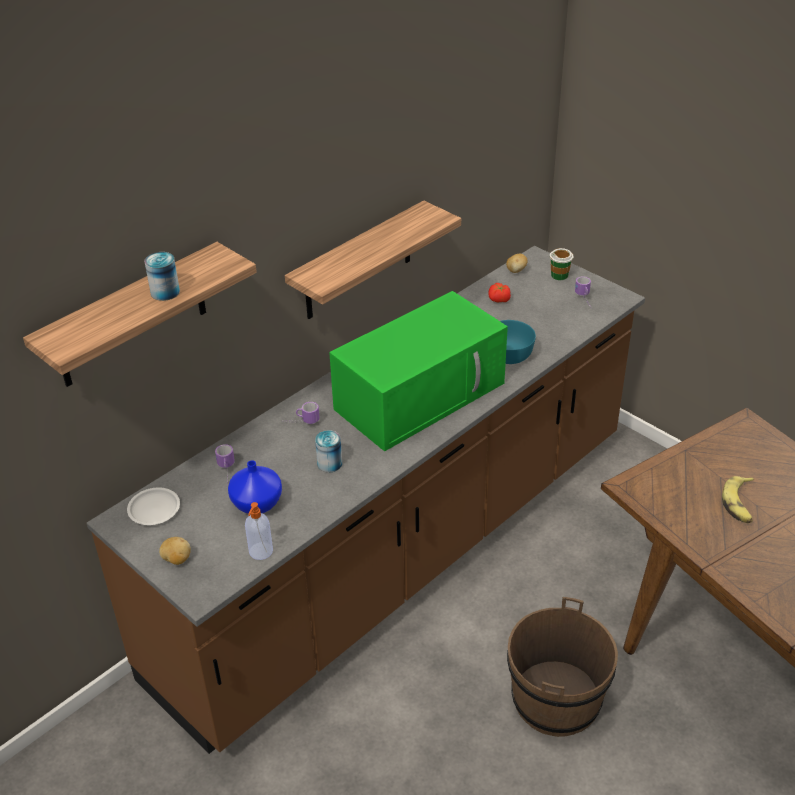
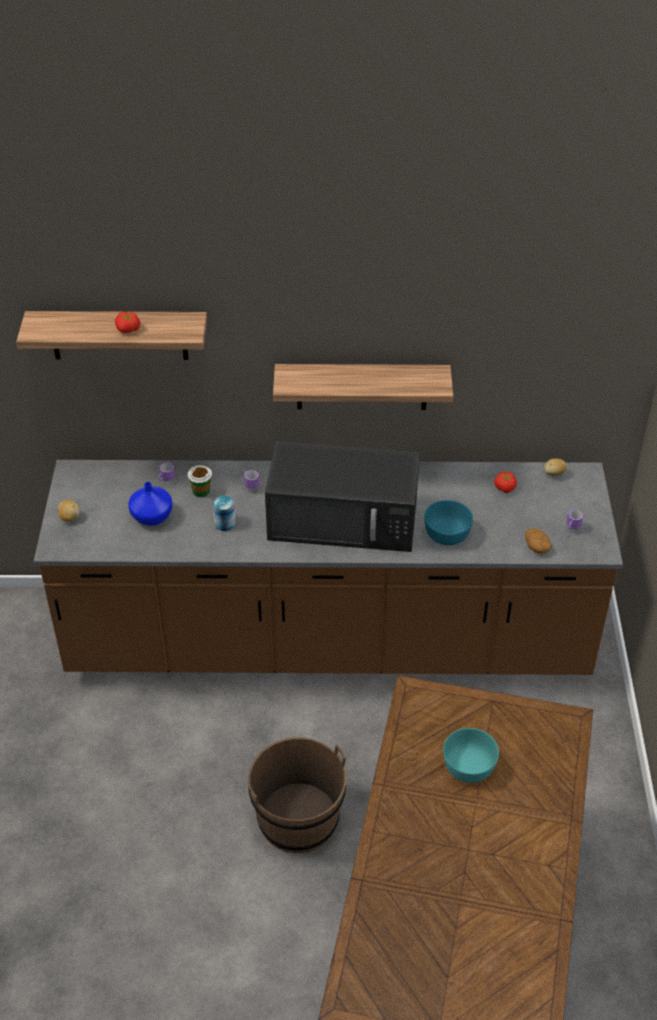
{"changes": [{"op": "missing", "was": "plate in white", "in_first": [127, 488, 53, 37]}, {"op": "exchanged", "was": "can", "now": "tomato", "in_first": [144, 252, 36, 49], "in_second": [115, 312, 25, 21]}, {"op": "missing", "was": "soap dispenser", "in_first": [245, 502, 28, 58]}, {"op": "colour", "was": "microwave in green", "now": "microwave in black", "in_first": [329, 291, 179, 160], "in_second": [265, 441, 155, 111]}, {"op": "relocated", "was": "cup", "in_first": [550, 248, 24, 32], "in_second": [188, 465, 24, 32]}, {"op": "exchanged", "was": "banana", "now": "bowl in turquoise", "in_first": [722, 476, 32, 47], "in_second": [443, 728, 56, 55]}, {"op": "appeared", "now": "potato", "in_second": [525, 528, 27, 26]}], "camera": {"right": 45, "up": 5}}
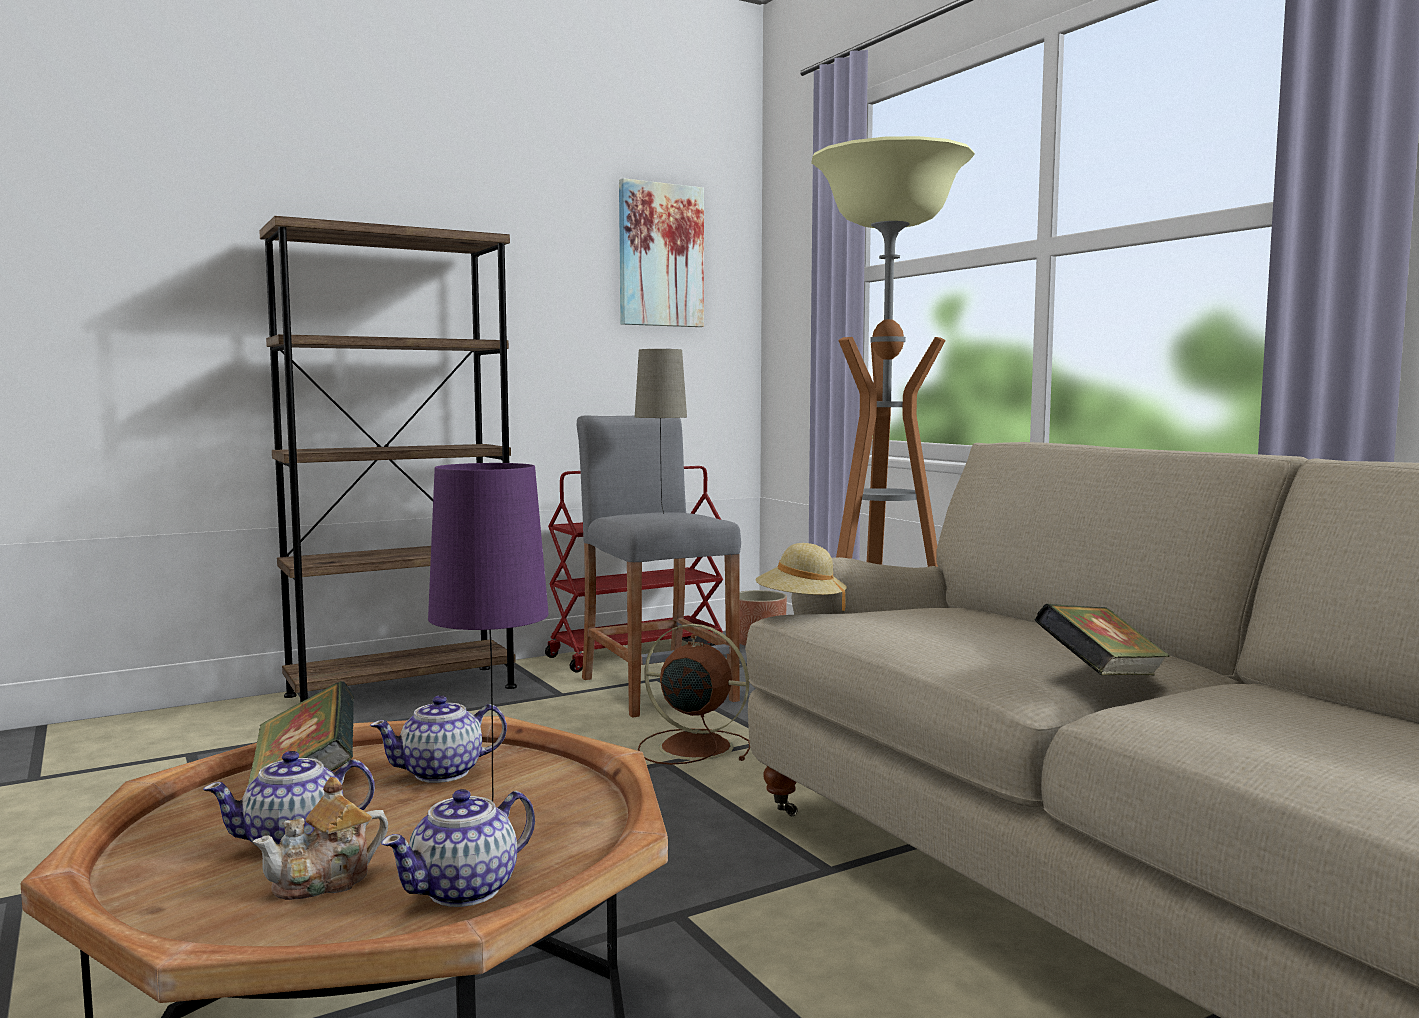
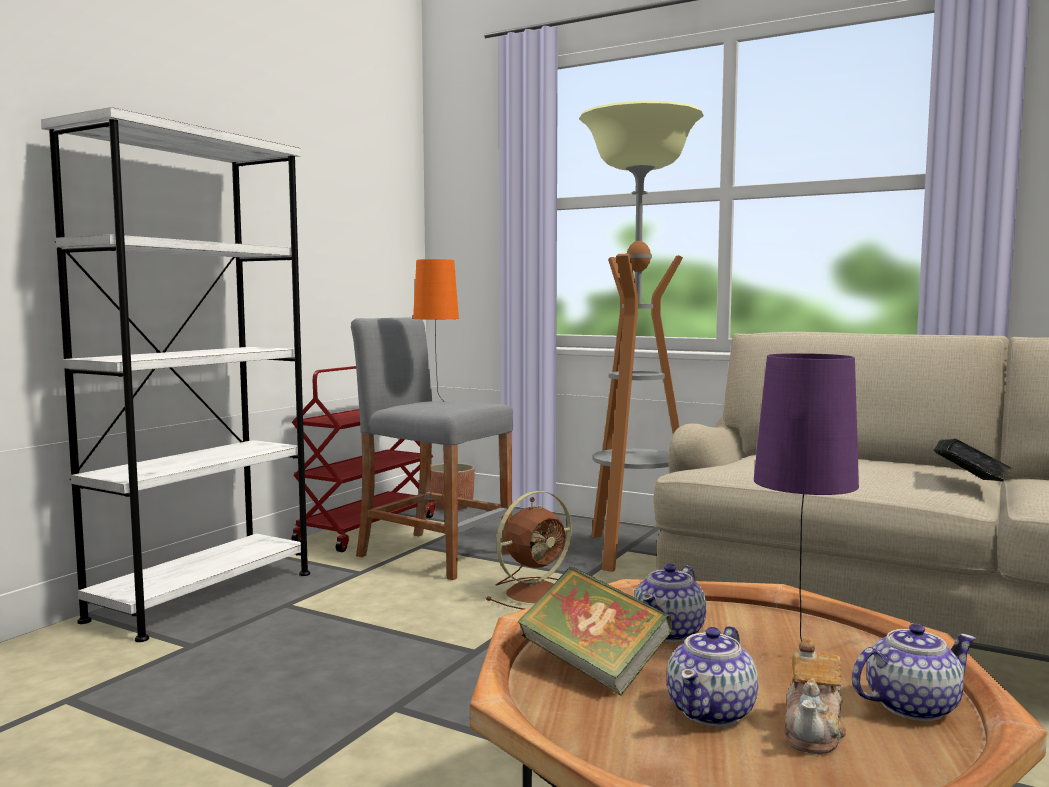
{"changes": [{"op": "colour", "was": "bookcase in brown", "now": "bookcase in white", "in_first": [259, 216, 258, 487], "in_second": [41, 107, 269, 535]}, {"op": "spun", "was": "teapot", "in_first": [381, 789, 154, 118], "in_second": [852, 623, 124, 98], "clockwise": -120}, {"op": "missing", "was": "picture", "in_first": [619, 178, 85, 149]}, {"op": "colour", "was": "table lamp in beige", "now": "table lamp in orange", "in_first": [635, 349, 52, 164], "in_second": [413, 259, 46, 141]}, {"op": "spun", "was": "fan in brown", "in_first": [638, 624, 112, 141], "in_second": [486, 491, 86, 119], "clockwise": 150}, {"op": "missing", "was": "hat in beige", "in_first": [756, 543, 91, 68]}], "camera": {"right": -30, "up": 0}}
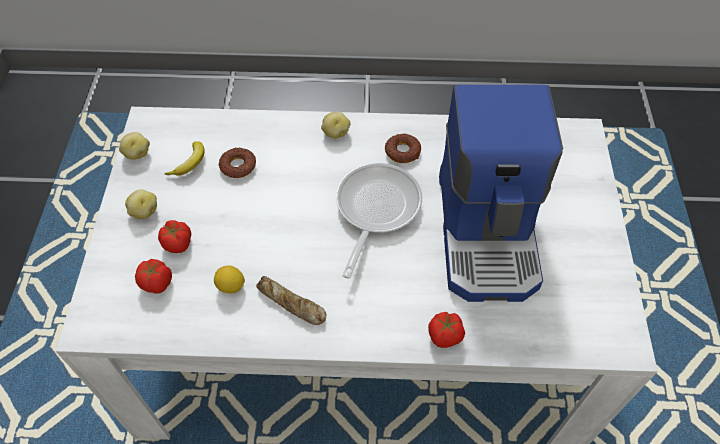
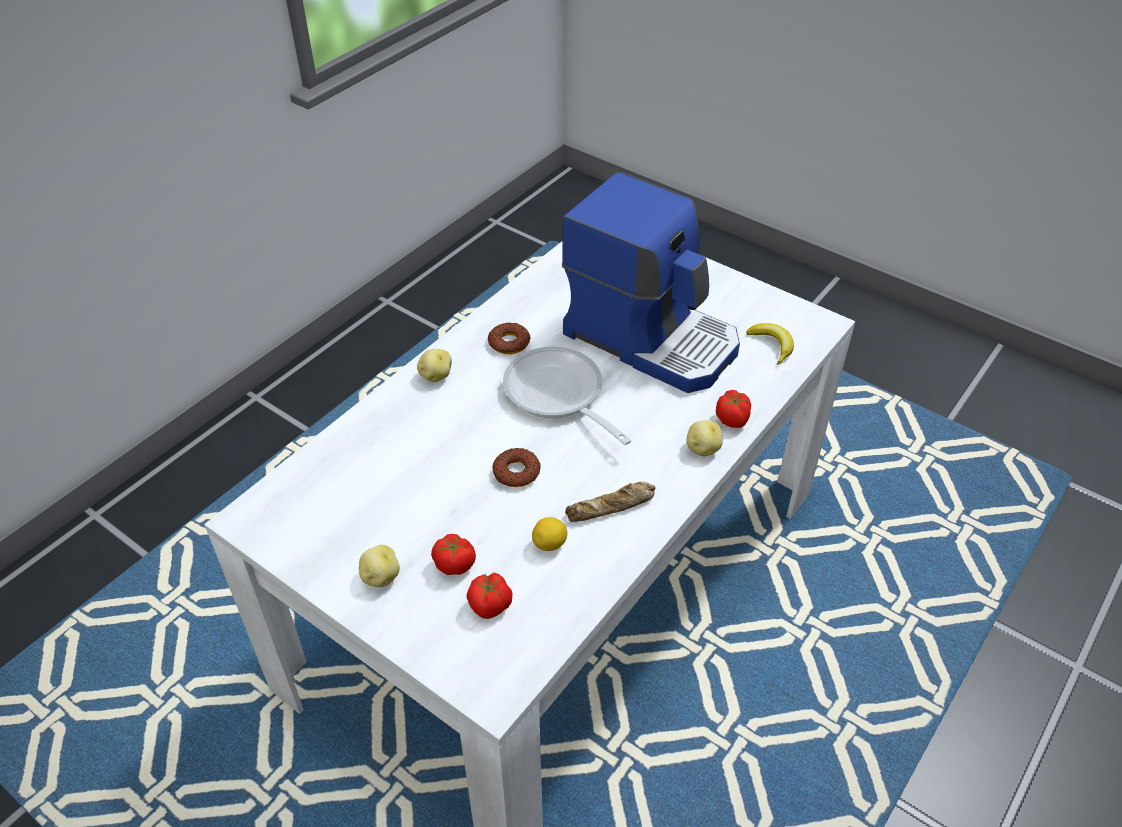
{"changes": [{"op": "relocated", "was": "potato", "in_first": [119, 132, 31, 28], "in_second": [687, 420, 36, 36]}, {"op": "relocated", "was": "banana", "in_first": [165, 141, 40, 35], "in_second": [746, 323, 48, 42]}, {"op": "relocated", "was": "donut", "in_first": [219, 148, 37, 30], "in_second": [492, 448, 49, 39]}], "camera": {"right": -55, "up": -10}}
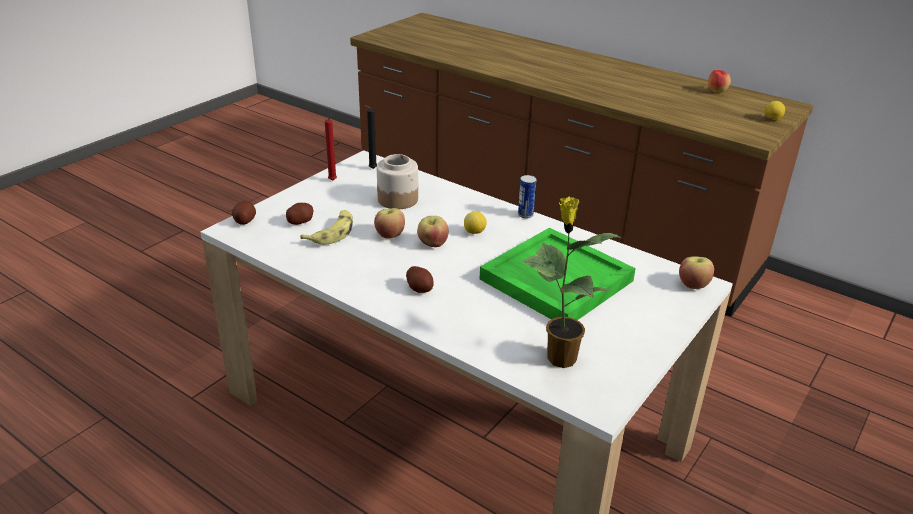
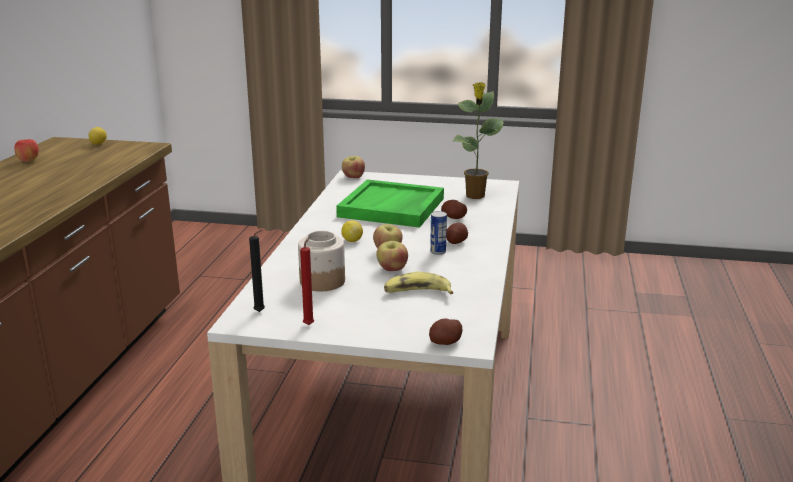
{"changes": [{"op": "relocated", "was": "potato", "in_first": [286, 203, 27, 22], "in_second": [441, 200, 26, 19]}, {"op": "relocated", "was": "can", "in_first": [518, 175, 19, 44], "in_second": [430, 211, 17, 44]}], "camera": {"right": -115, "up": -10}}
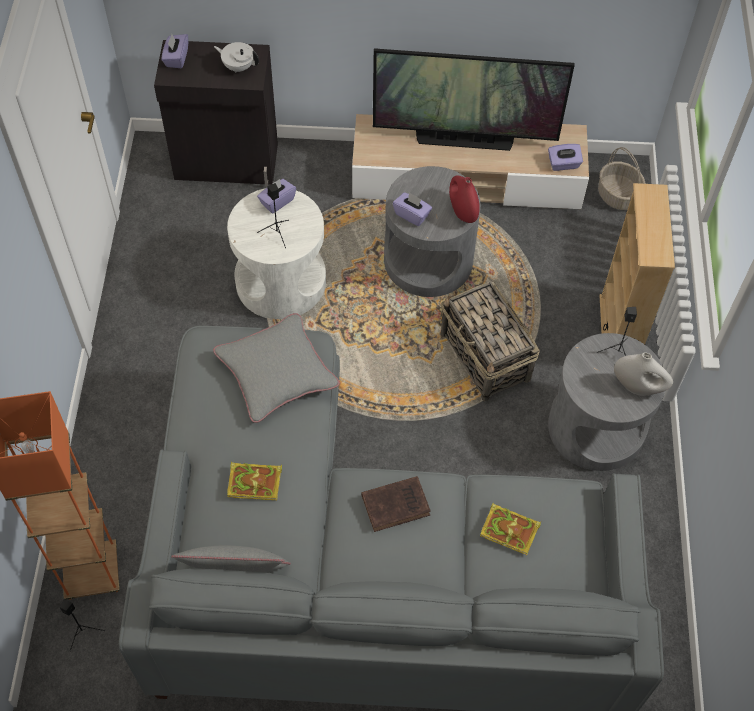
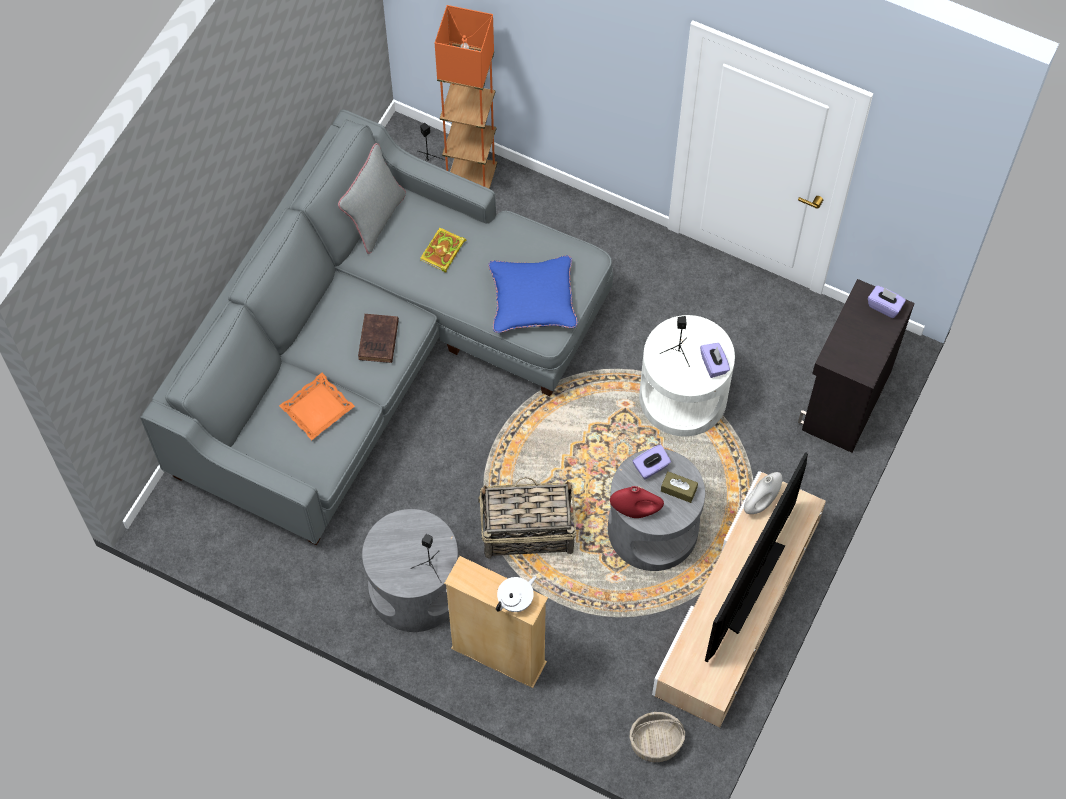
{"changes": [{"op": "colour", "was": "pillow in grey", "now": "pillow in blue", "in_first": [213, 313, 126, 110], "in_second": [488, 256, 90, 77]}, {"op": "relocated", "was": "teapot in white", "in_first": [214, 42, 45, 30], "in_second": [496, 576, 41, 36]}, {"op": "exchanged", "was": "book", "now": "tray in orange", "in_first": [480, 503, 61, 52], "in_second": [279, 373, 76, 67]}, {"op": "missing", "was": "tissue box in purple", "in_first": [548, 144, 35, 27]}, {"op": "relocated", "was": "vase in white", "in_first": [614, 353, 59, 43], "in_second": [744, 472, 38, 42]}, {"op": "appeared", "now": "tissue box in brown", "in_second": [661, 471, 37, 32]}], "camera": {"right": 115, "up": 5}}
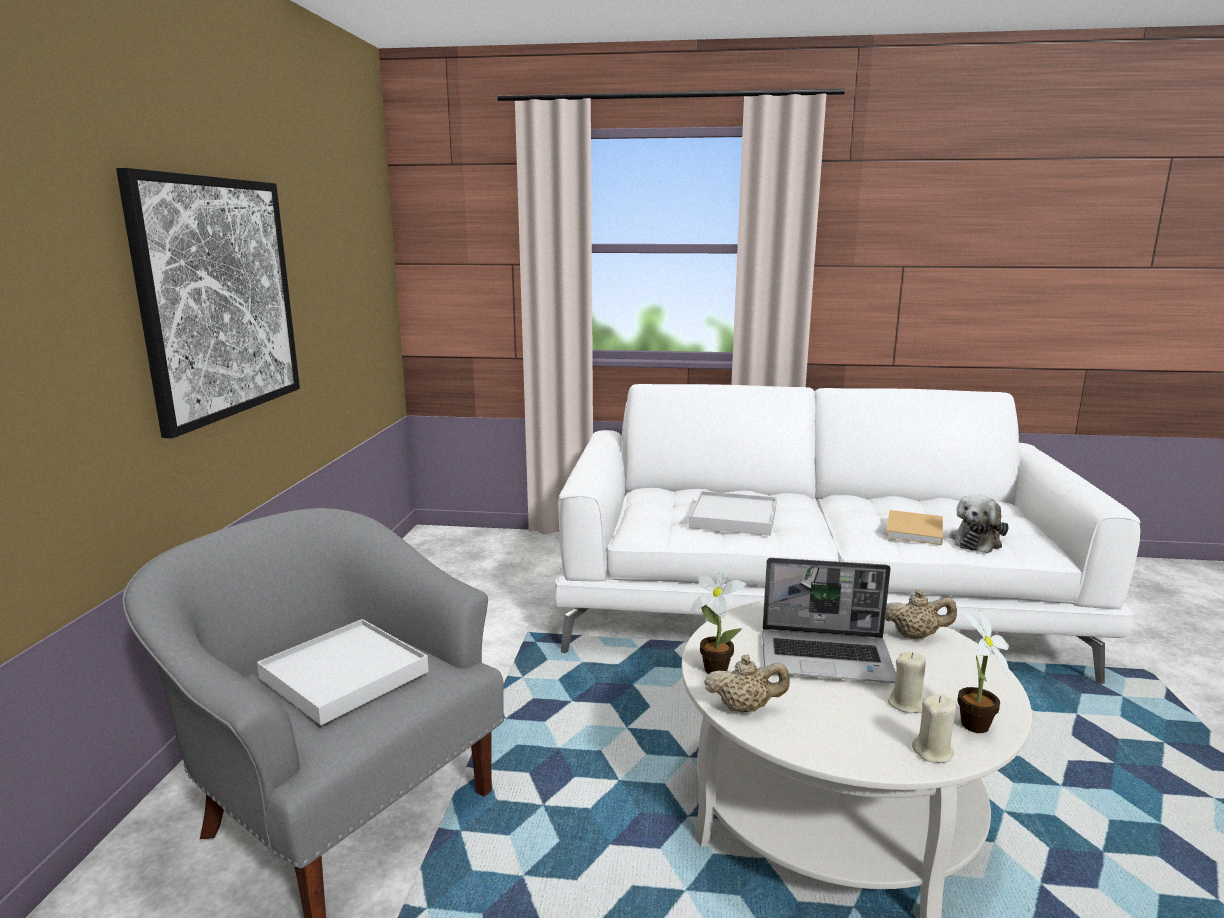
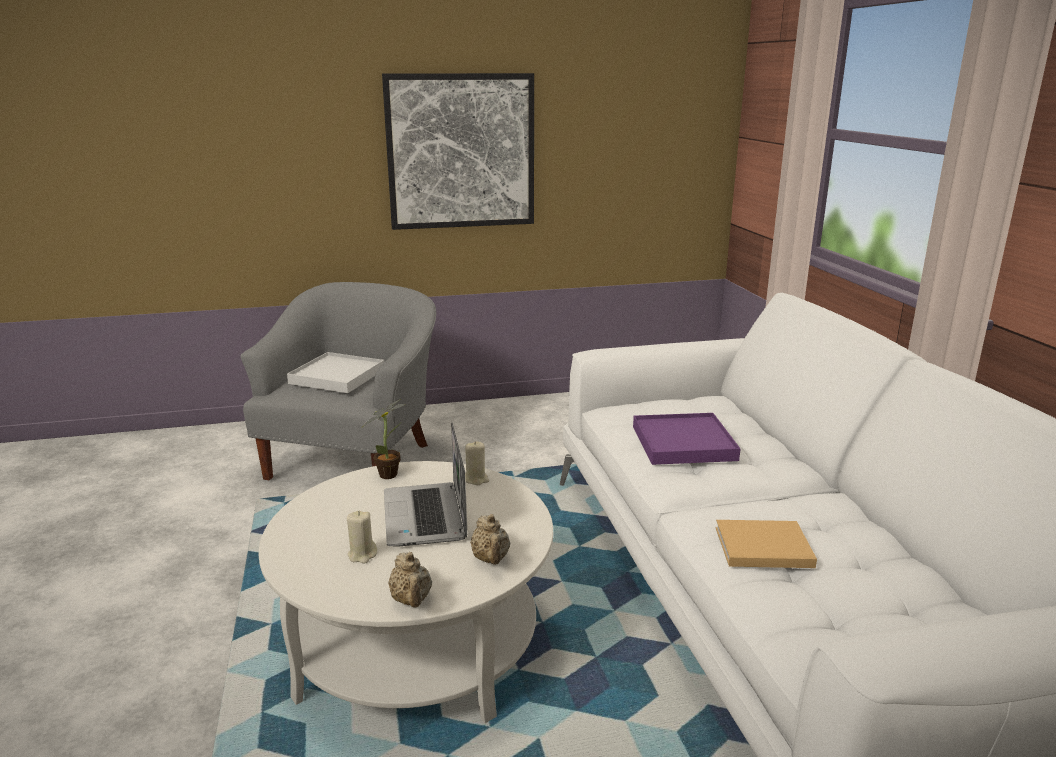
{"changes": [{"op": "colour", "was": "tray in white", "now": "tray in purple", "in_first": [689, 491, 88, 45], "in_second": [633, 413, 107, 52]}, {"op": "relocated", "was": "teapot in beige", "in_first": [704, 655, 86, 58], "in_second": [388, 552, 44, 56]}, {"op": "relocated", "was": "candle in beige", "in_first": [912, 694, 44, 69], "in_second": [465, 441, 24, 44]}, {"op": "missing", "was": "plush toy", "in_first": [949, 494, 60, 59]}, {"op": "missing", "was": "potted plant", "in_first": [957, 609, 52, 124]}], "camera": {"right": 70, "up": 5}}
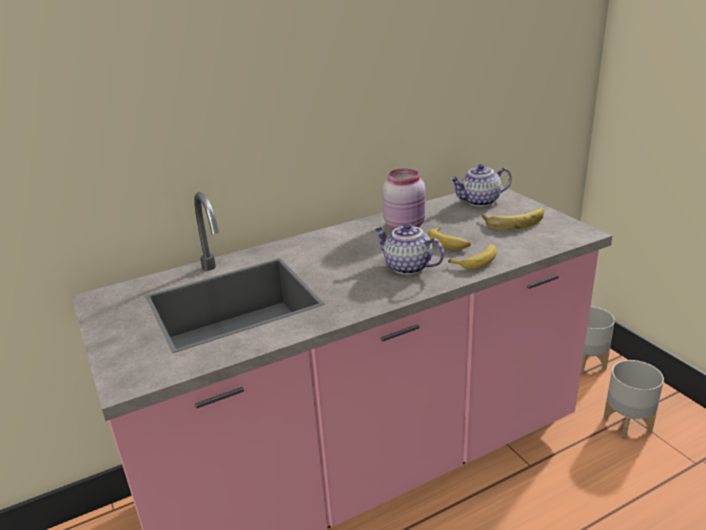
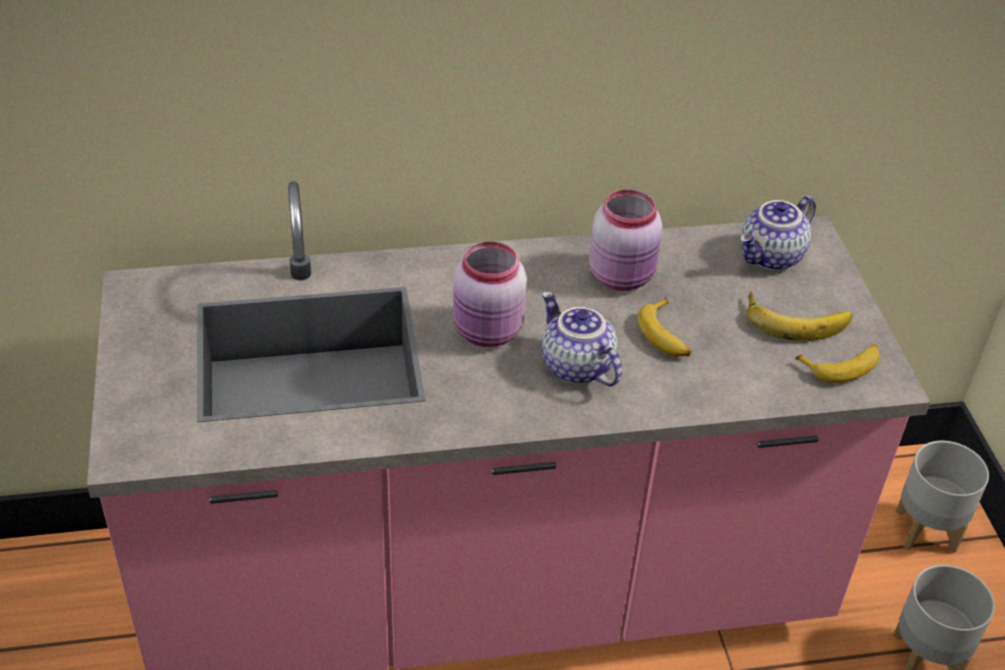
{"changes": [{"op": "relocated", "was": "banana", "in_first": [448, 244, 49, 25], "in_second": [795, 345, 85, 38]}, {"op": "spun", "was": "teapot", "in_first": [450, 164, 62, 43], "in_second": [740, 196, 76, 74], "clockwise": -45}, {"op": "appeared", "now": "jar in pink", "in_second": [453, 241, 74, 106]}], "camera": {"right": 15, "up": 15}}
